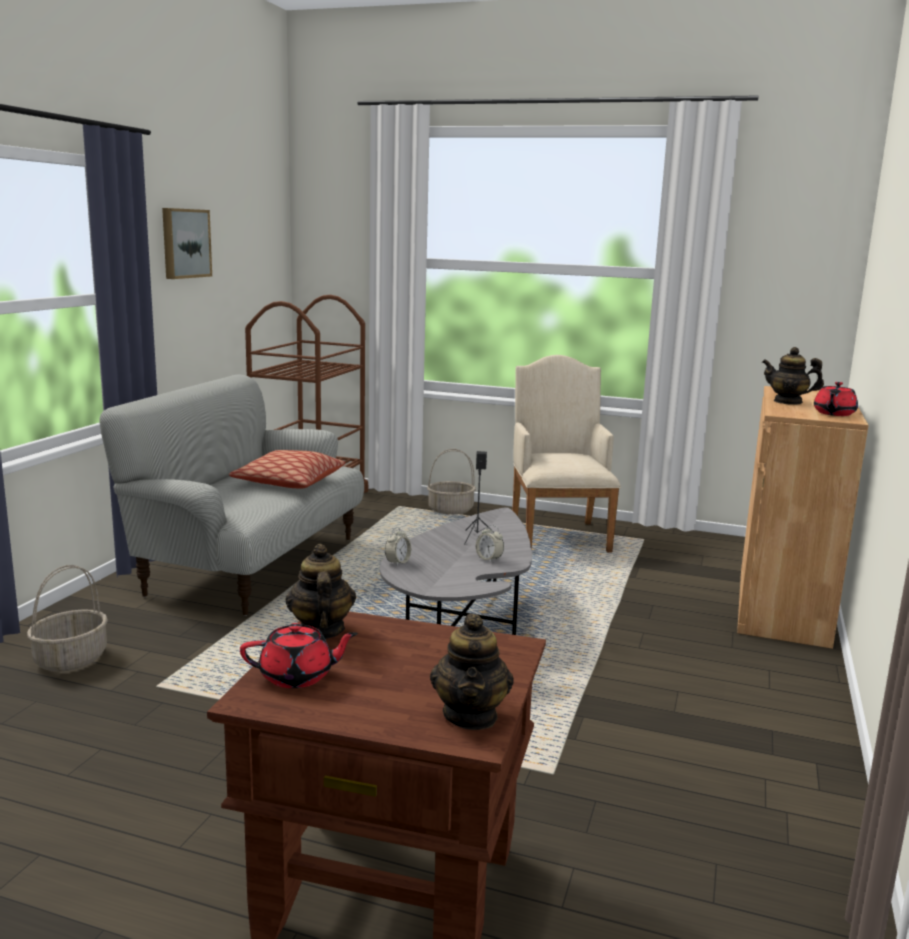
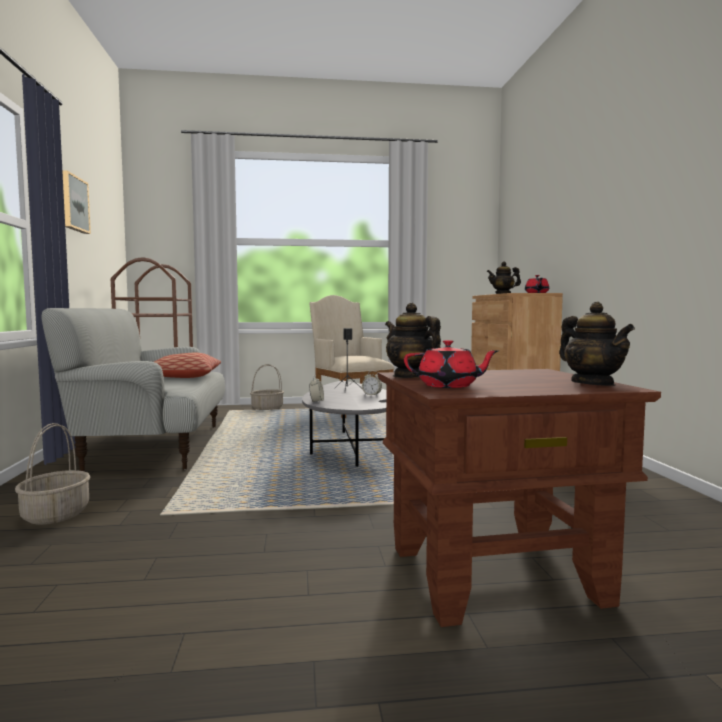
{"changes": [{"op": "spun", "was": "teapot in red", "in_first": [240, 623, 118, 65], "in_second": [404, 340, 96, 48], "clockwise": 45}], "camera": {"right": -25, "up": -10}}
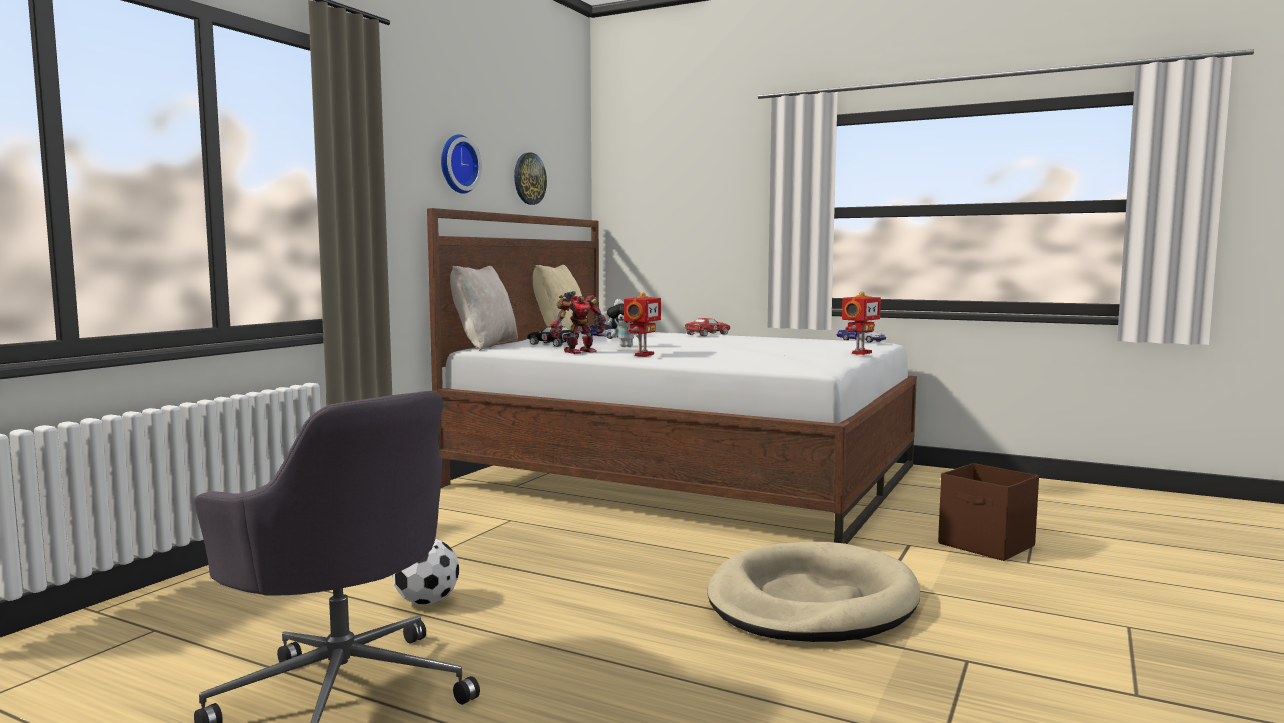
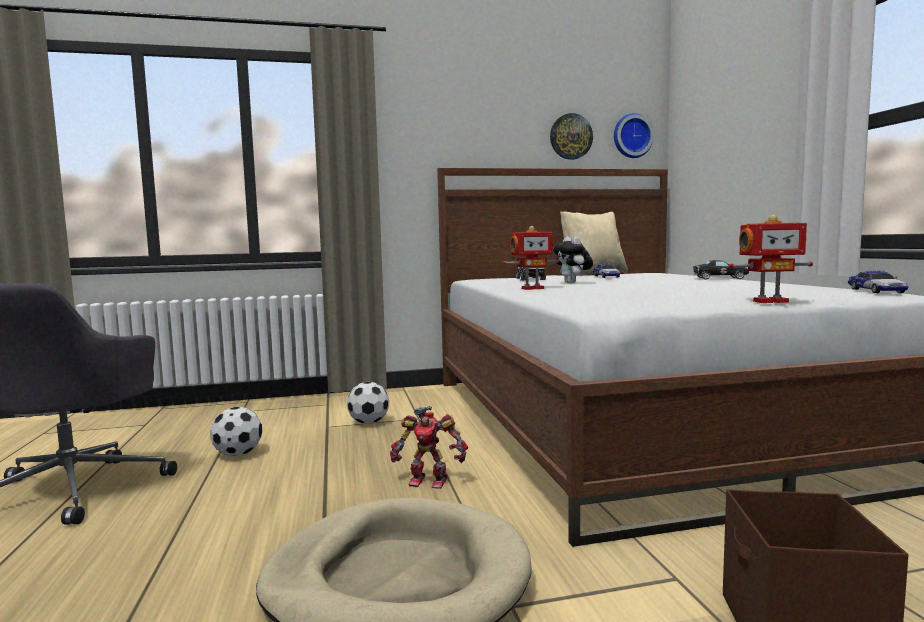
{"changes": [{"op": "relocated", "was": "wall clock", "in_first": [441, 134, 41, 60], "in_second": [614, 113, 40, 45]}, {"op": "missing", "was": "pillow in beige", "in_first": [450, 266, 68, 85]}, {"op": "relocated", "was": "toy robot", "in_first": [550, 291, 56, 63], "in_second": [390, 406, 78, 83]}, {"op": "colour", "was": "toy car in red", "now": "toy car in black", "in_first": [685, 318, 45, 18], "in_second": [693, 260, 56, 19]}, {"op": "appeared", "now": "football", "in_second": [347, 382, 42, 42]}], "camera": {"right": 50, "up": 0}}
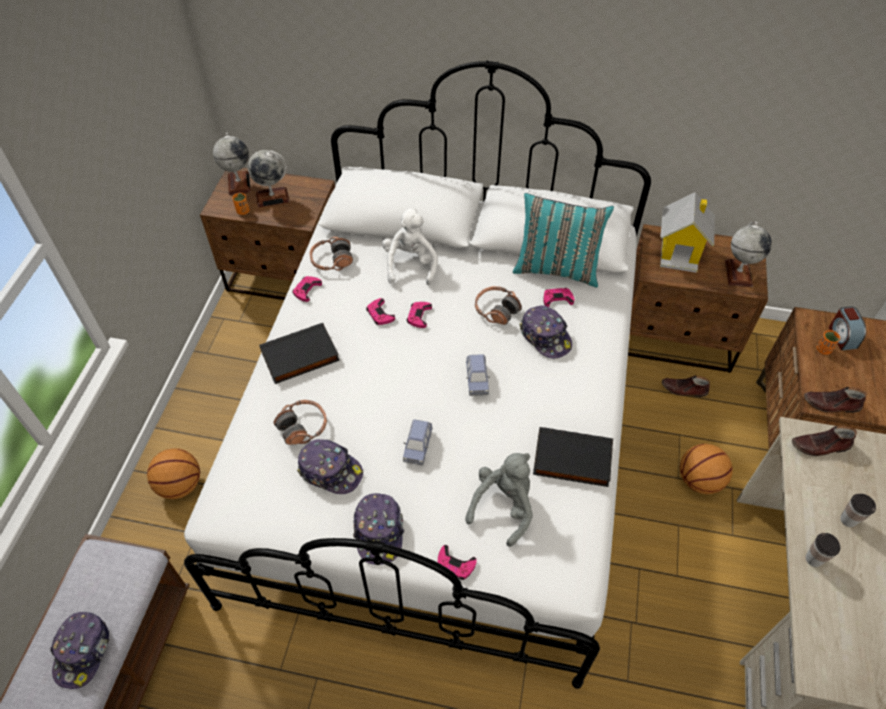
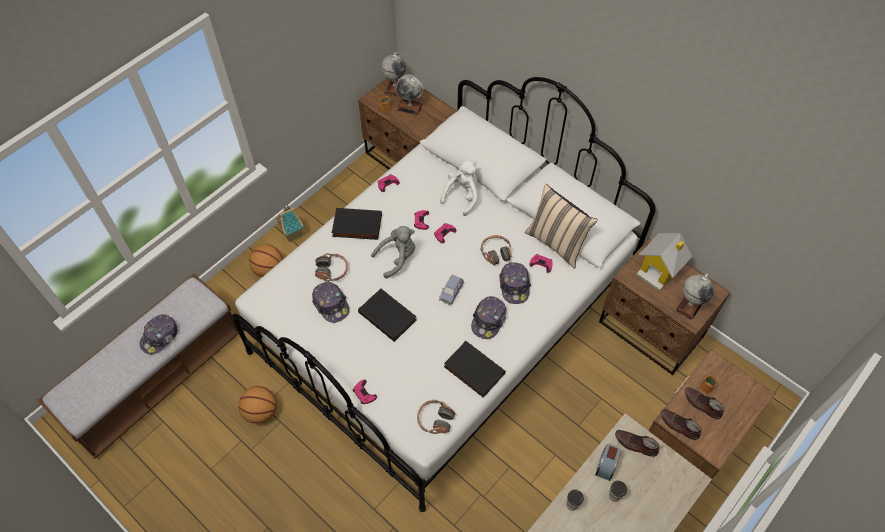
{"changes": [{"op": "relocated", "was": "headphones", "in_first": [310, 237, 43, 34], "in_second": [417, 400, 38, 34]}, {"op": "relocated", "was": "cap", "in_first": [353, 493, 51, 72], "in_second": [471, 296, 35, 43]}, {"op": "exchanged", "was": "toy car in blue", "now": "book in black", "in_first": [403, 419, 30, 47], "in_second": [358, 288, 59, 54]}, {"op": "relocated", "was": "plush toy in grey", "in_first": [465, 453, 68, 94], "in_second": [371, 226, 44, 52]}, {"op": "colour", "was": "pillow in turquoise", "now": "pillow in beige", "in_first": [513, 193, 101, 94], "in_second": [525, 184, 73, 85]}, {"op": "relocated", "was": "shoe in brown", "in_first": [662, 375, 48, 22], "in_second": [685, 387, 39, 32]}, {"op": "relocated", "was": "basketball", "in_first": [680, 443, 53, 51], "in_second": [239, 386, 38, 38]}, {"op": "relocated", "was": "alarm clock", "in_first": [829, 306, 37, 44], "in_second": [595, 443, 26, 38]}, {"op": "appeared", "now": "toy house", "in_second": [275, 205, 29, 37]}], "camera": {"right": 30, "up": 5}}
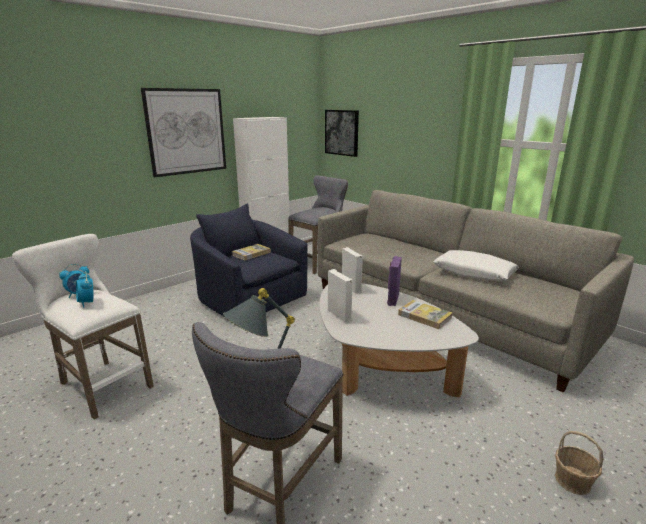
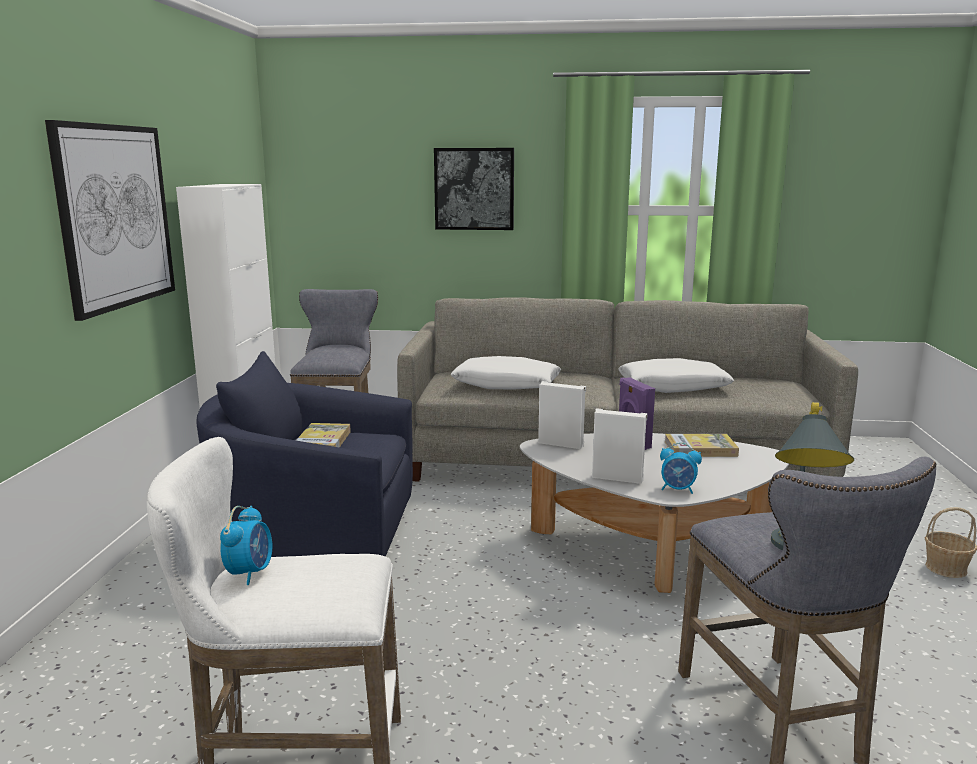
{"changes": [{"op": "relocated", "was": "alarm clock", "in_first": [76, 271, 17, 37], "in_second": [660, 442, 42, 52]}, {"op": "relocated", "was": "picture", "in_first": [325, 110, 34, 47], "in_second": [434, 148, 80, 82]}, {"op": "appeared", "now": "pillow in white", "in_second": [450, 356, 111, 34]}], "camera": {"right": -40, "up": -5}}
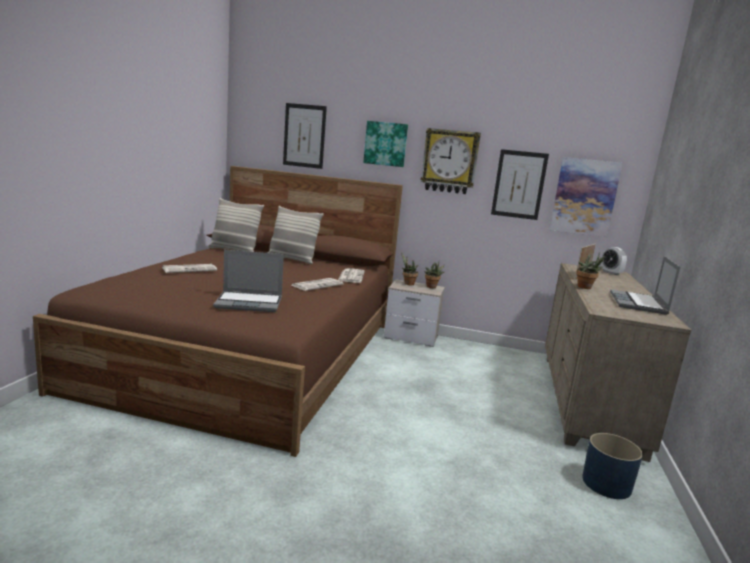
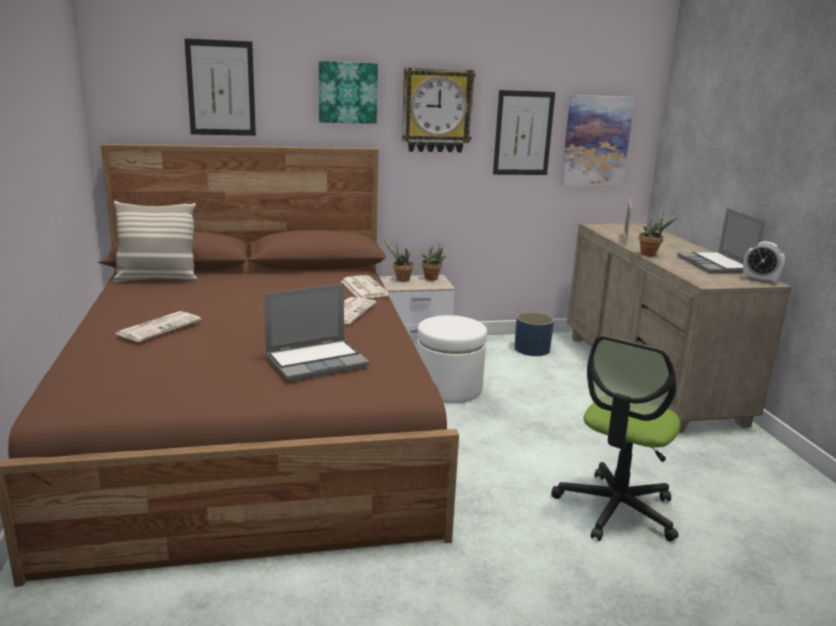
{"changes": [{"op": "missing", "was": "pillow", "in_first": [267, 206, 57, 58]}, {"op": "relocated", "was": "planter in blue", "in_first": [582, 433, 61, 66], "in_second": [515, 312, 39, 44]}, {"op": "relocated", "was": "alarm clock", "in_first": [601, 247, 26, 28], "in_second": [743, 241, 42, 43]}, {"op": "appeared", "now": "ottoman in white", "in_second": [417, 315, 70, 88]}, {"op": "appeared", "now": "office chair", "in_second": [551, 335, 130, 206]}], "camera": {"right": -25, "up": 5}}
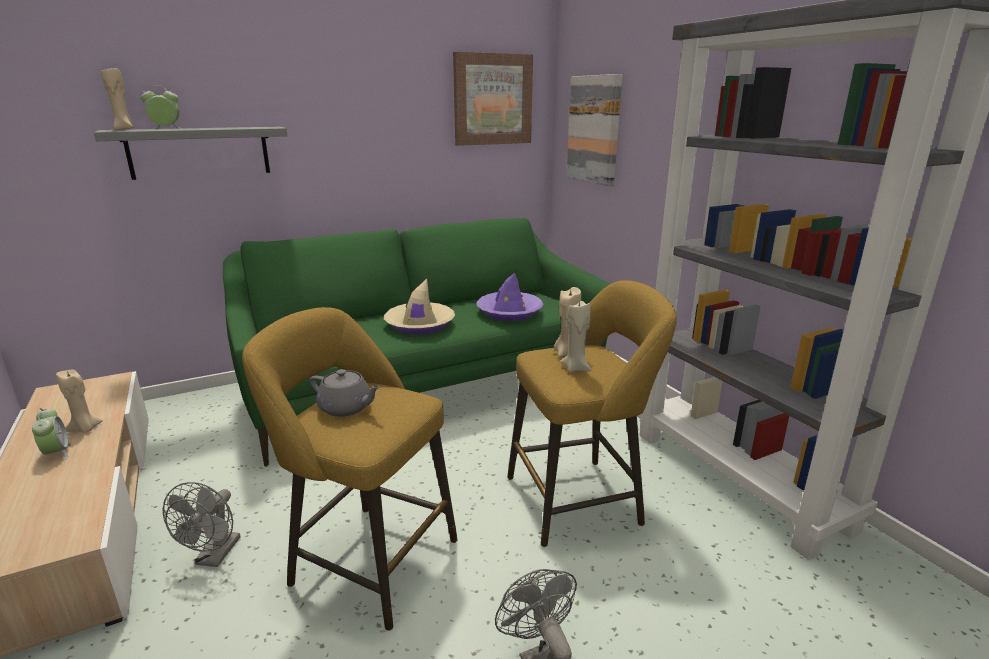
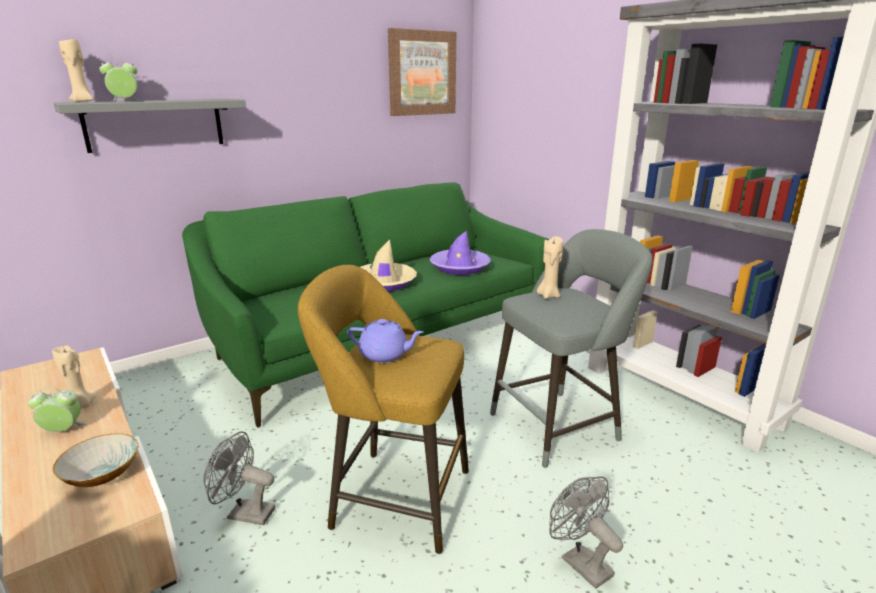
{"changes": [{"op": "spun", "was": "alarm clock", "in_first": [32, 408, 39, 52], "in_second": [28, 388, 58, 44], "clockwise": -60}, {"op": "spun", "was": "fan in grey", "in_first": [163, 482, 77, 85], "in_second": [203, 431, 72, 94], "clockwise": 105}, {"op": "colour", "was": "teapot in grey", "now": "teapot in purple", "in_first": [310, 369, 71, 48], "in_second": [348, 319, 75, 44]}, {"op": "colour", "was": "stool in yellow", "now": "stool in grey", "in_first": [507, 280, 170, 267], "in_second": [490, 229, 163, 239]}, {"op": "missing", "was": "candle in beige", "in_first": [560, 300, 31, 73]}, {"op": "missing", "was": "picture", "in_first": [566, 74, 56, 112]}, {"op": "appeared", "now": "bowl", "in_second": [53, 433, 85, 54]}], "camera": {"right": -10, "up": 0}}
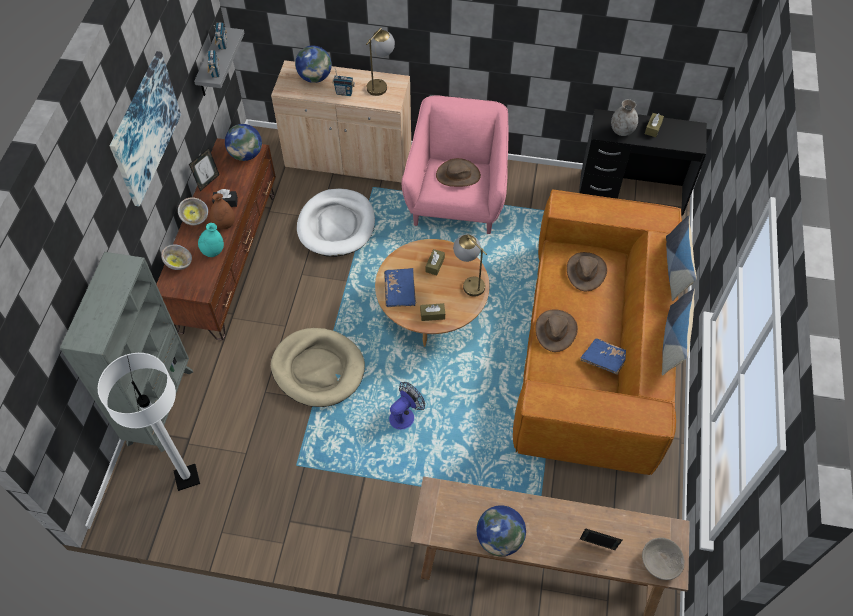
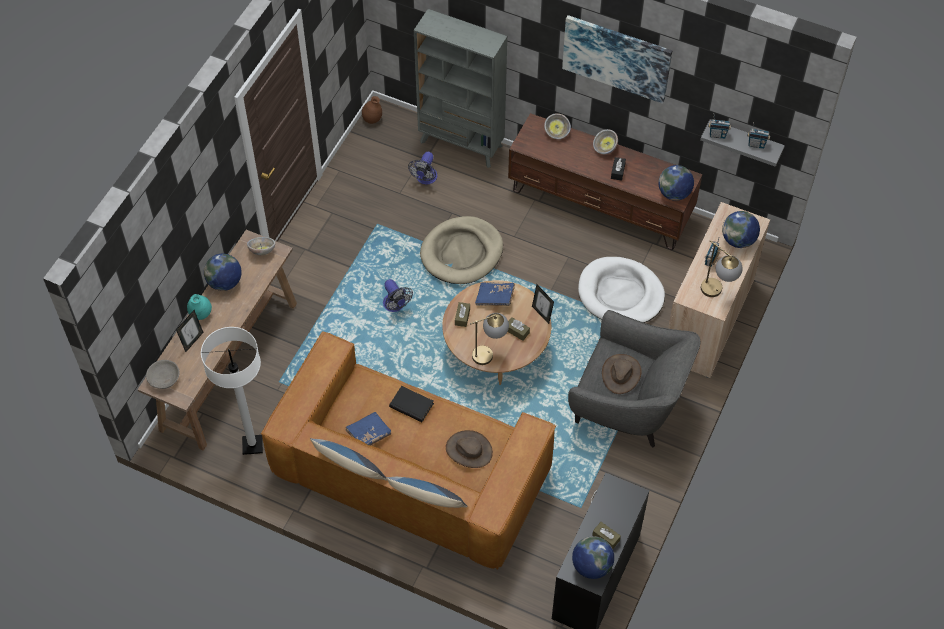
{"changes": [{"op": "relocated", "was": "floor lamp in white", "in_first": [98, 353, 102, 138], "in_second": [201, 327, 62, 128]}, {"op": "relocated", "was": "picture frame", "in_first": [189, 148, 30, 43], "in_second": [532, 284, 22, 40]}, {"op": "relocated", "was": "vase in turquoise", "in_first": [198, 223, 26, 34], "in_second": [187, 294, 25, 26]}, {"op": "relocated", "was": "vase in brown", "in_first": [210, 193, 25, 36], "in_second": [362, 96, 20, 28]}, {"op": "colour", "was": "armchair in pink", "now": "armchair in grey", "in_first": [402, 95, 106, 139], "in_second": [568, 310, 132, 137]}, {"op": "exchanged", "was": "hat in brown", "now": "book in black", "in_first": [535, 309, 43, 43], "in_second": [389, 386, 45, 36]}, {"op": "missing", "was": "vase in grey", "in_first": [611, 99, 27, 37]}, {"op": "appeared", "now": "bowl", "in_second": [247, 237, 28, 18]}, {"op": "appeared", "now": "fan", "in_second": [408, 152, 29, 33]}, {"op": "appeared", "now": "globe", "in_second": [572, 536, 42, 43]}], "camera": {"right": 105, "up": 0}}
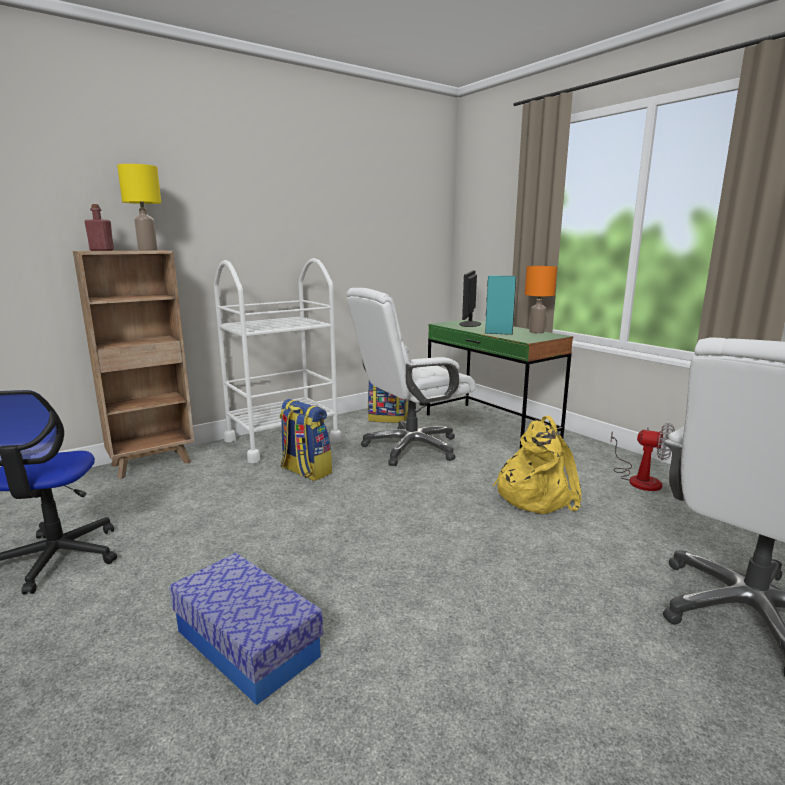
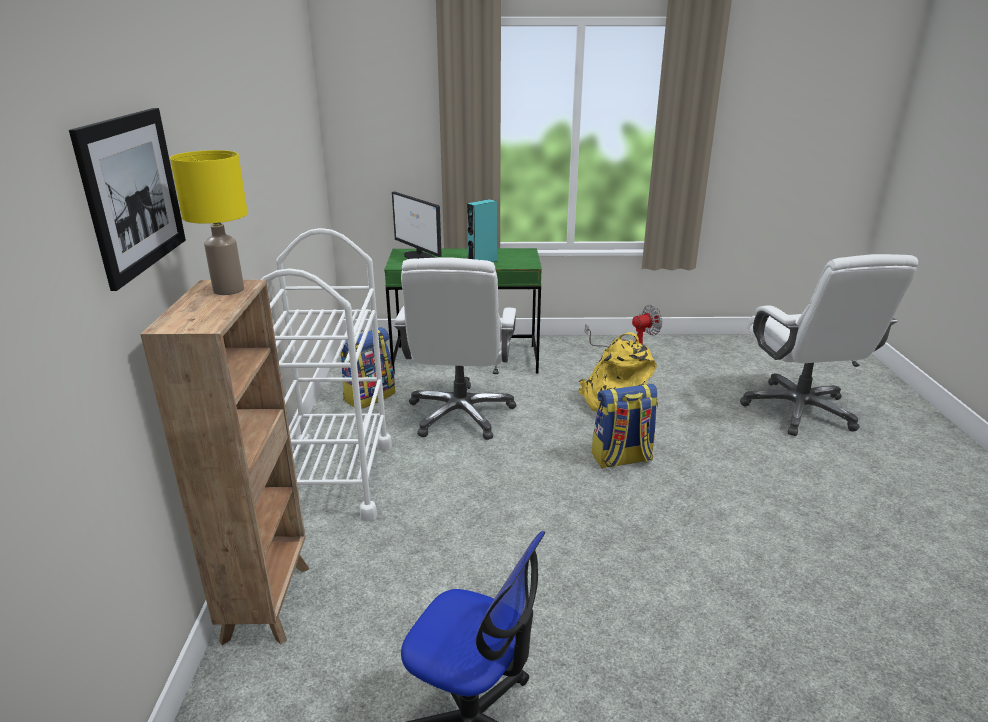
{"changes": [{"op": "missing", "was": "bottle in red", "in_first": [84, 204, 30, 47]}, {"op": "missing", "was": "storage box", "in_first": [169, 553, 154, 152]}, {"op": "relocated", "was": "backpack", "in_first": [279, 399, 53, 82], "in_second": [592, 384, 66, 85]}, {"op": "missing", "was": "table lamp in orange", "in_first": [525, 266, 32, 67]}, {"op": "appeared", "now": "picture", "in_second": [69, 108, 117, 183]}], "camera": {"right": -55, "up": 10}}
